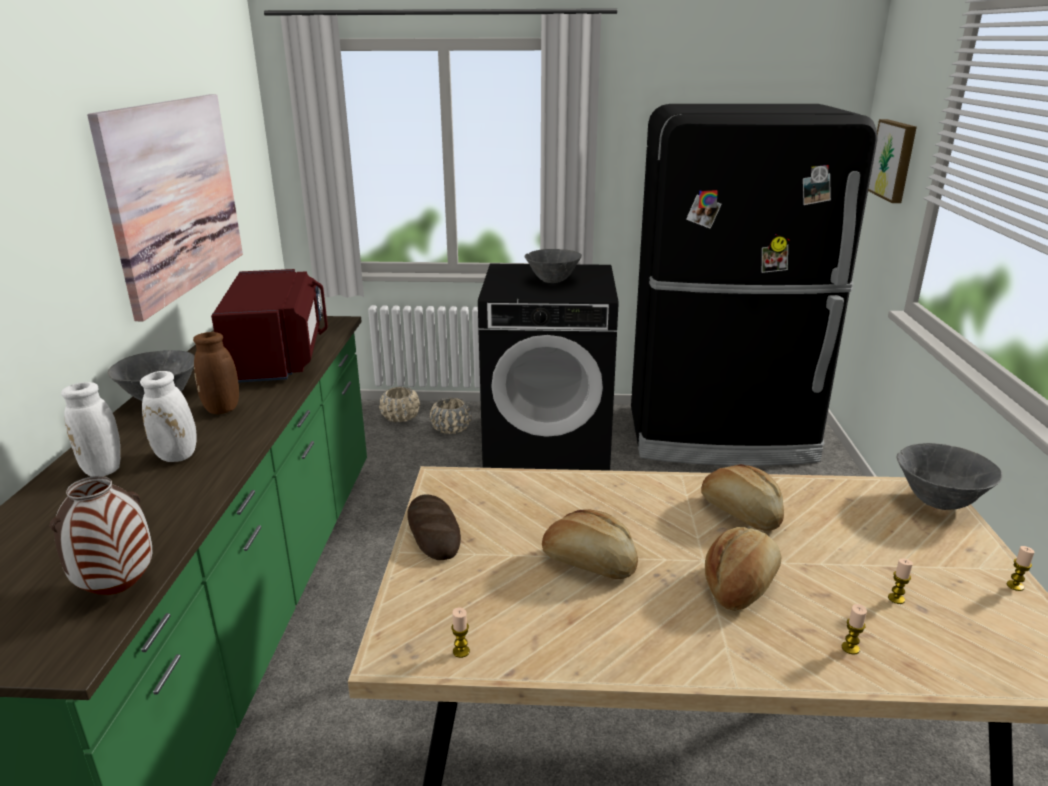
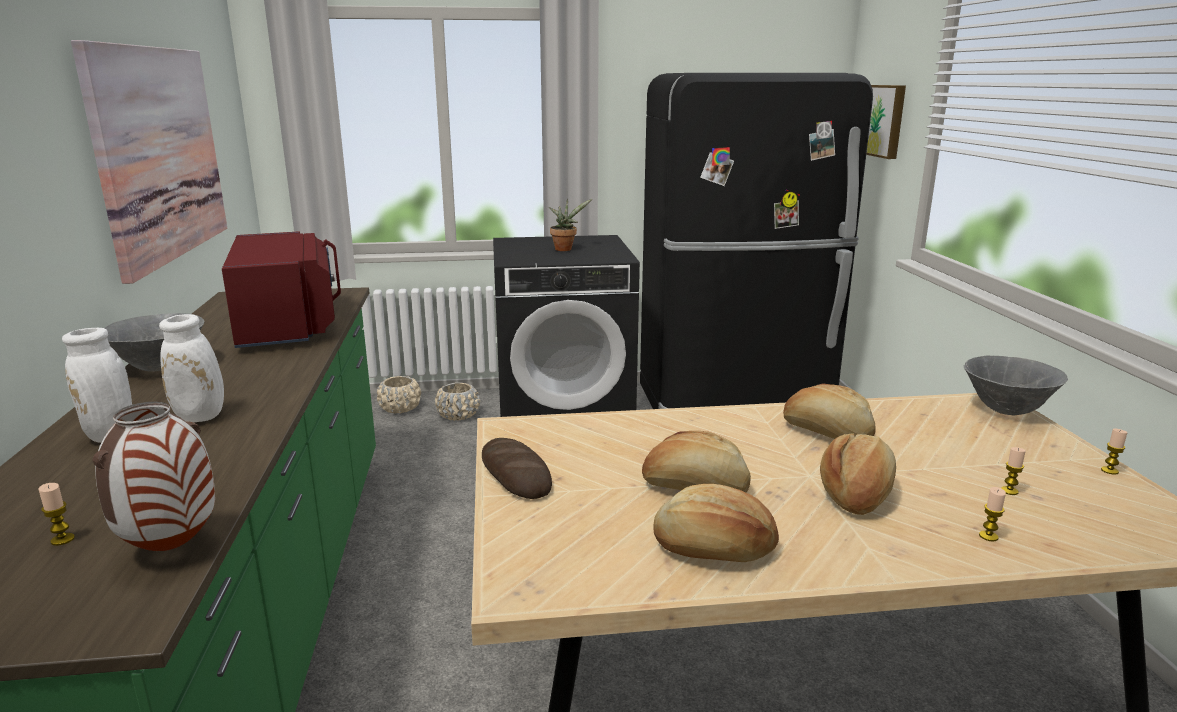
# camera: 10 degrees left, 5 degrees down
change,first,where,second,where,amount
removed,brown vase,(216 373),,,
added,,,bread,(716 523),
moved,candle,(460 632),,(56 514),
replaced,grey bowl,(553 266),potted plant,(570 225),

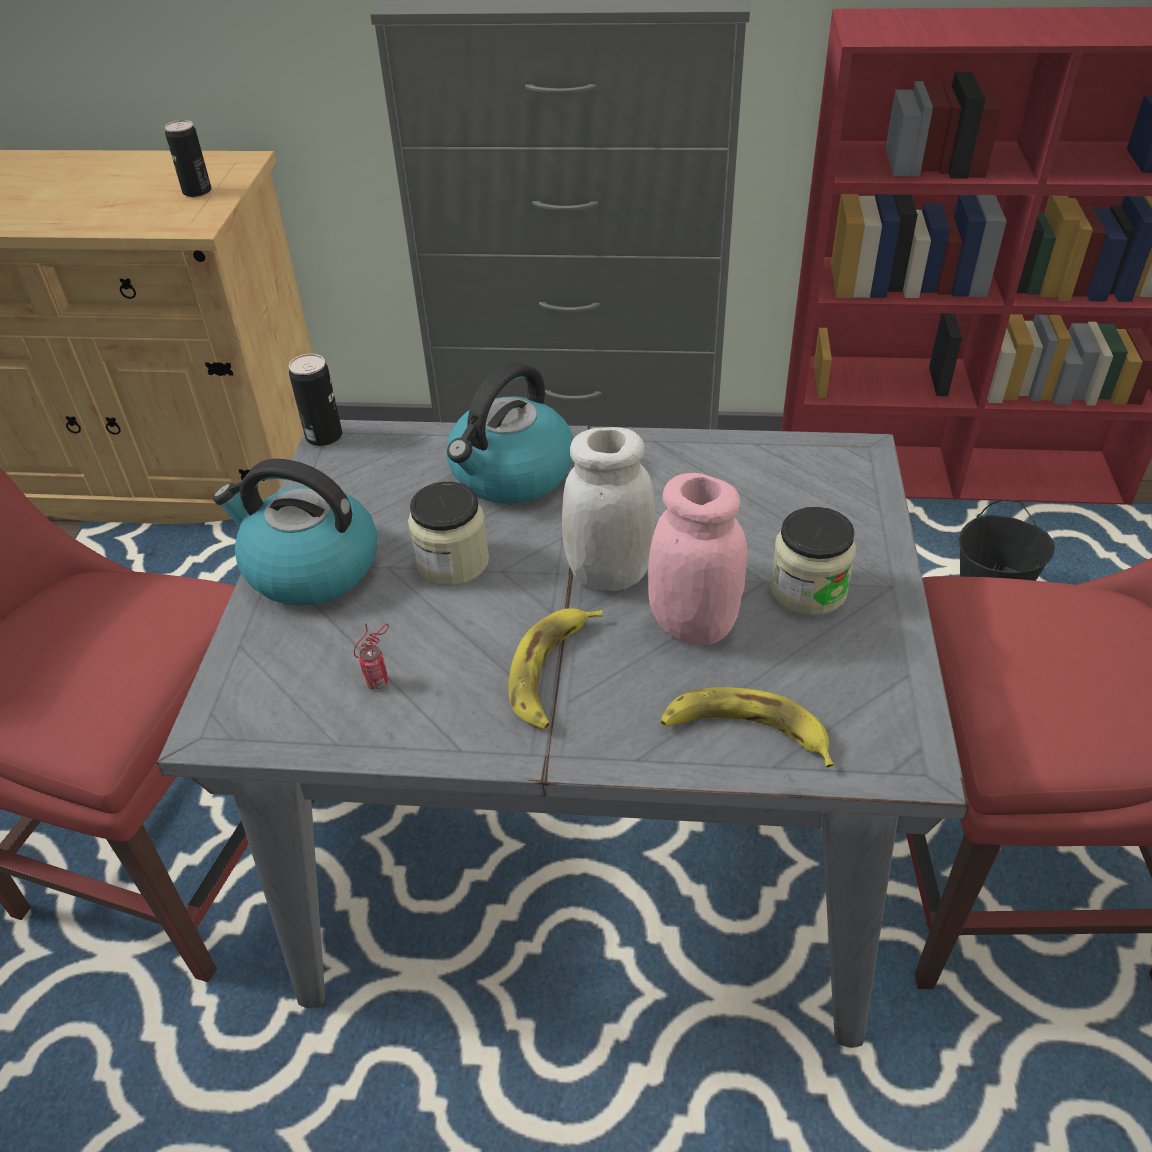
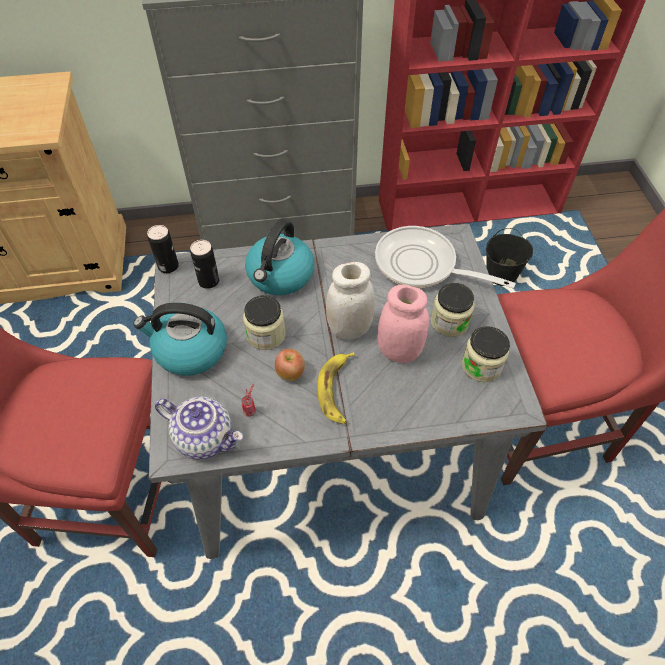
# camera: 15 degrees left, 10 degrees up
change,first,where,second,where,amount
removed,banana,(747 727),,,
added,,,teapot,(199 428),
added,,,apple,(290 365),
added,,,frying pan,(445 257),
added,,,jar,(486 354),
moved,can,(188 158),,(204 264),

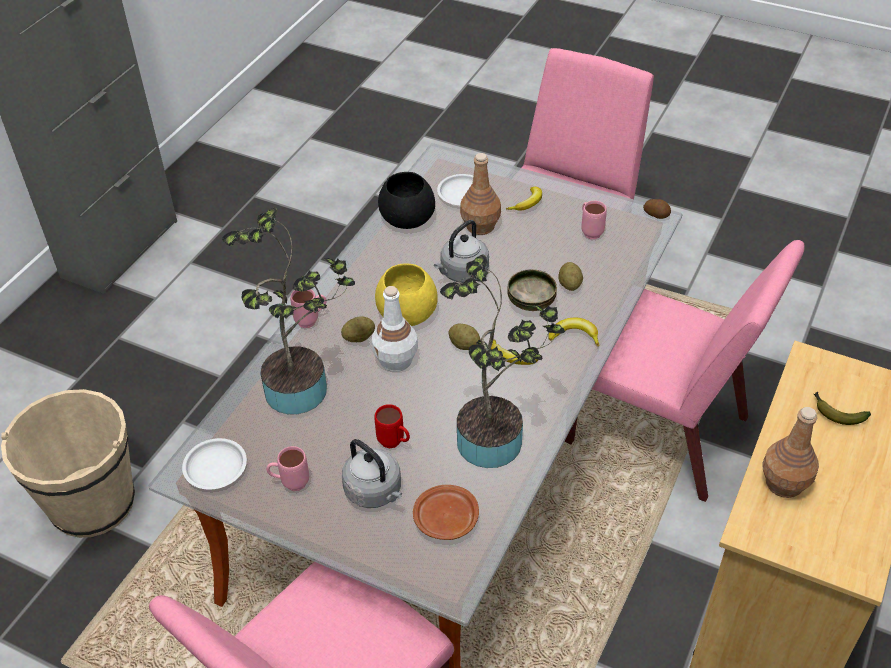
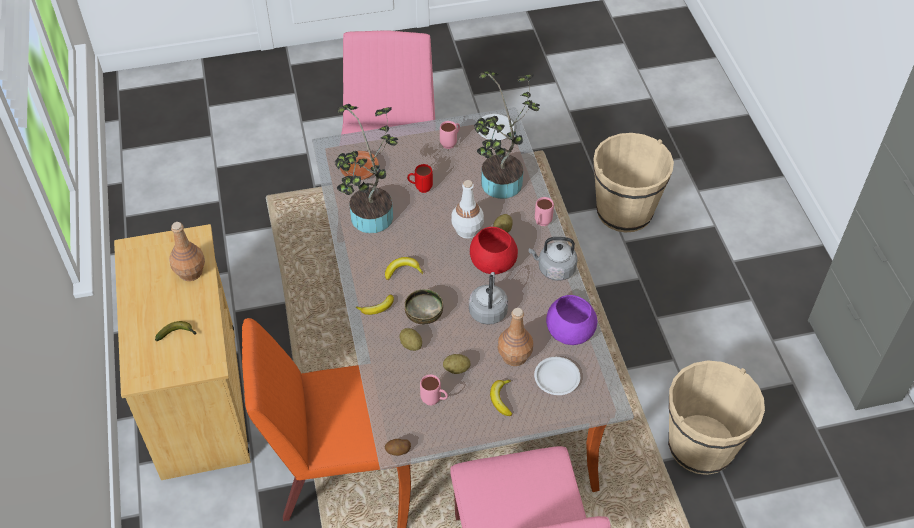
# camera: 140 degrees right, 5 degrees up
change,first,where,second,where,amount
added,,,beige bucket,(716 418),
moved,grey kettle,(372 473),,(553 259),
moved,potato,(464 337),,(457 364),
recoloured,yellow bowl,(406 294),red bowl,(494 250),
recoloured,black bowl,(406 200),purple bowl,(571 320),
recoloured,pink chair,(685 371),orange chair,(326 419),

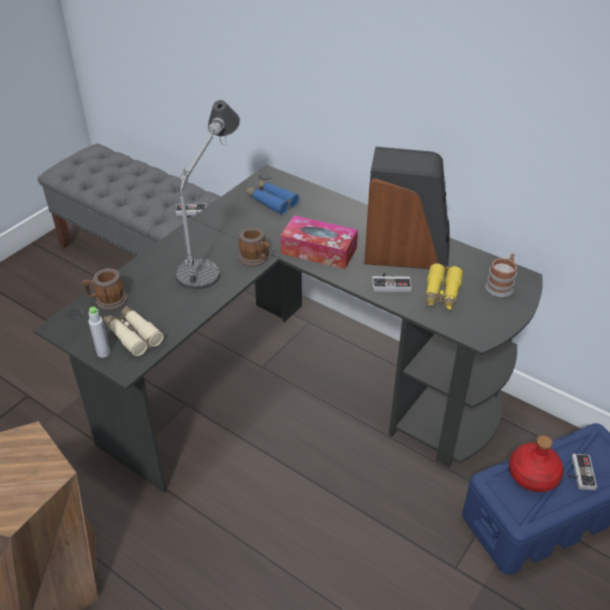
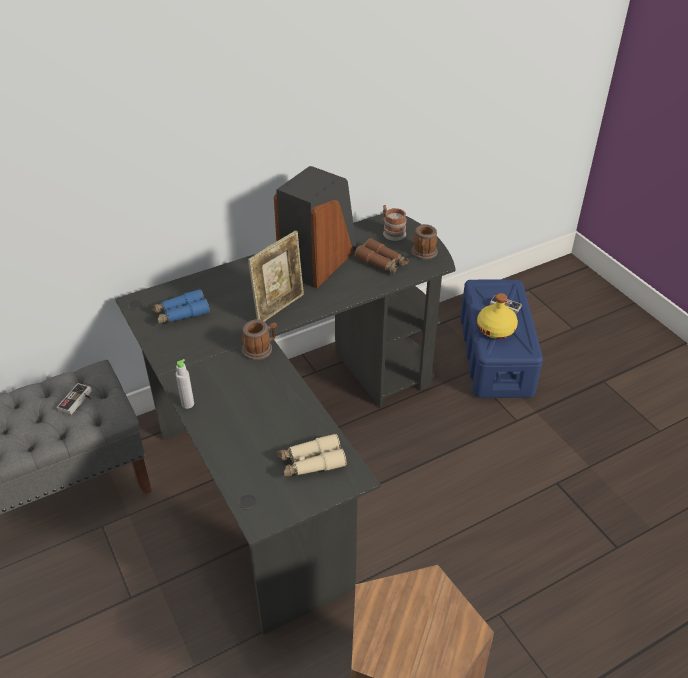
# camera: 65 degrees left, 0 degrees up
change,first,where,second,where,amount
removed,table lamp,(208 195),,,
removed,game controller,(392 282),,,
moved,mug,(105 289),,(424 242),
moved,grey bottle,(99 332),,(185 384),
replaced,tissue box,(319 242),picture frame,(276 276),
recoloured,yellow binoculars,(444 287),brown binoculars,(382 256),
recoloured,red bottle,(536 463),yellow bottle,(497 316),

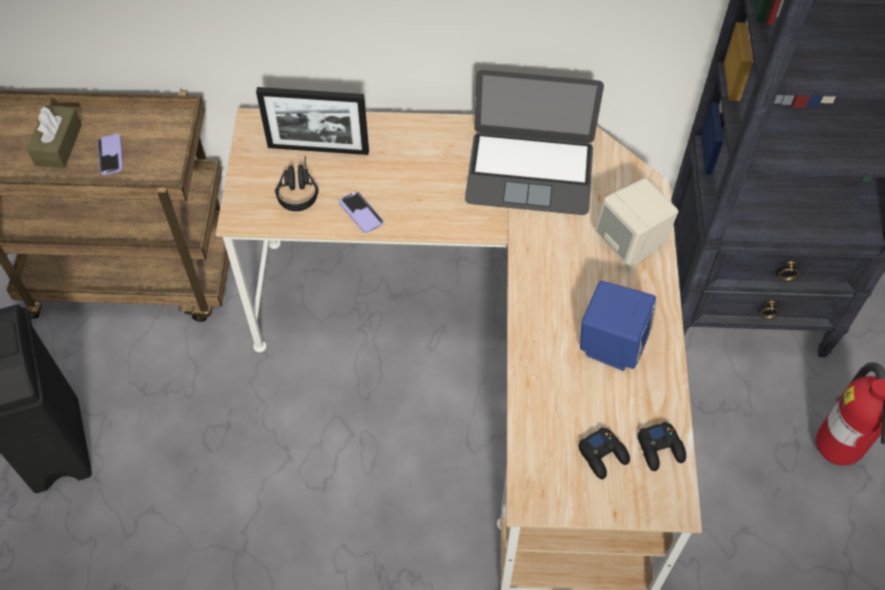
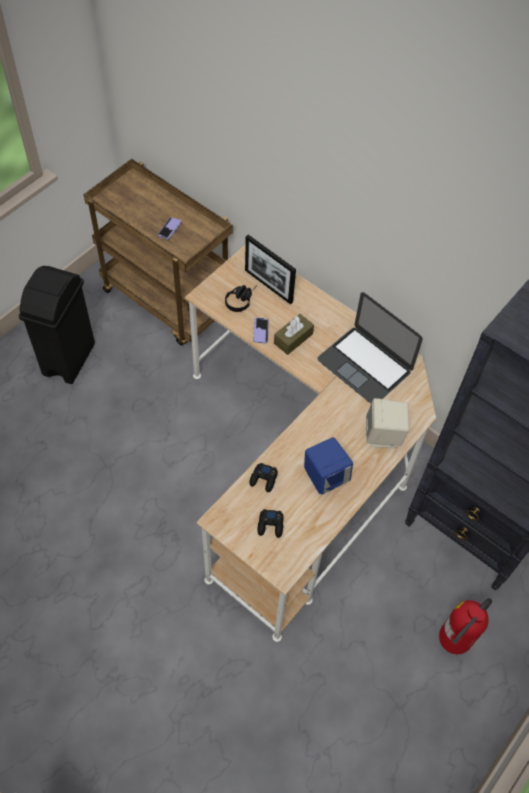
# camera: 35 degrees right, 0 degrees up
change,first,where,second,where,amount
moved,brown tissue box,(54 137),,(294 334),
moved,black game controller,(662 446),,(263 477),

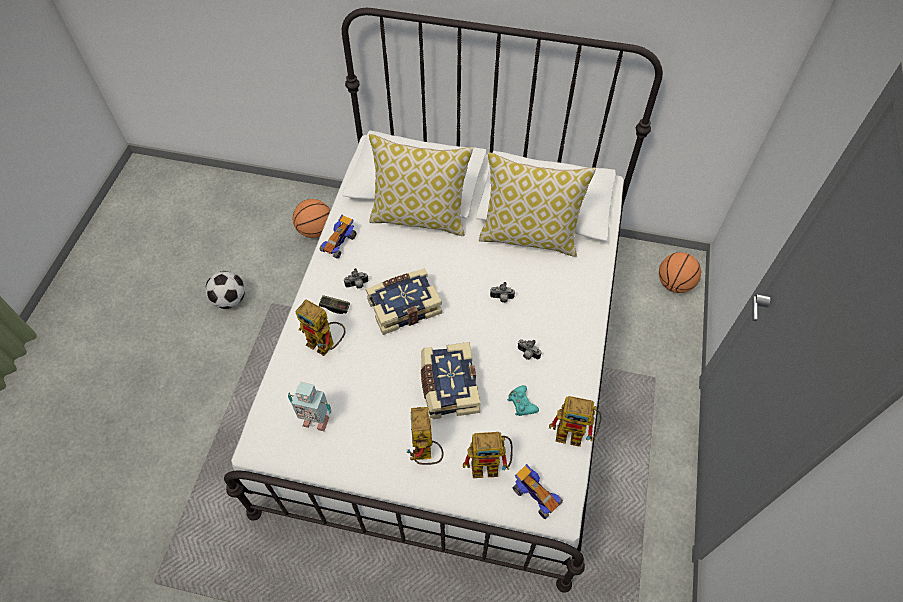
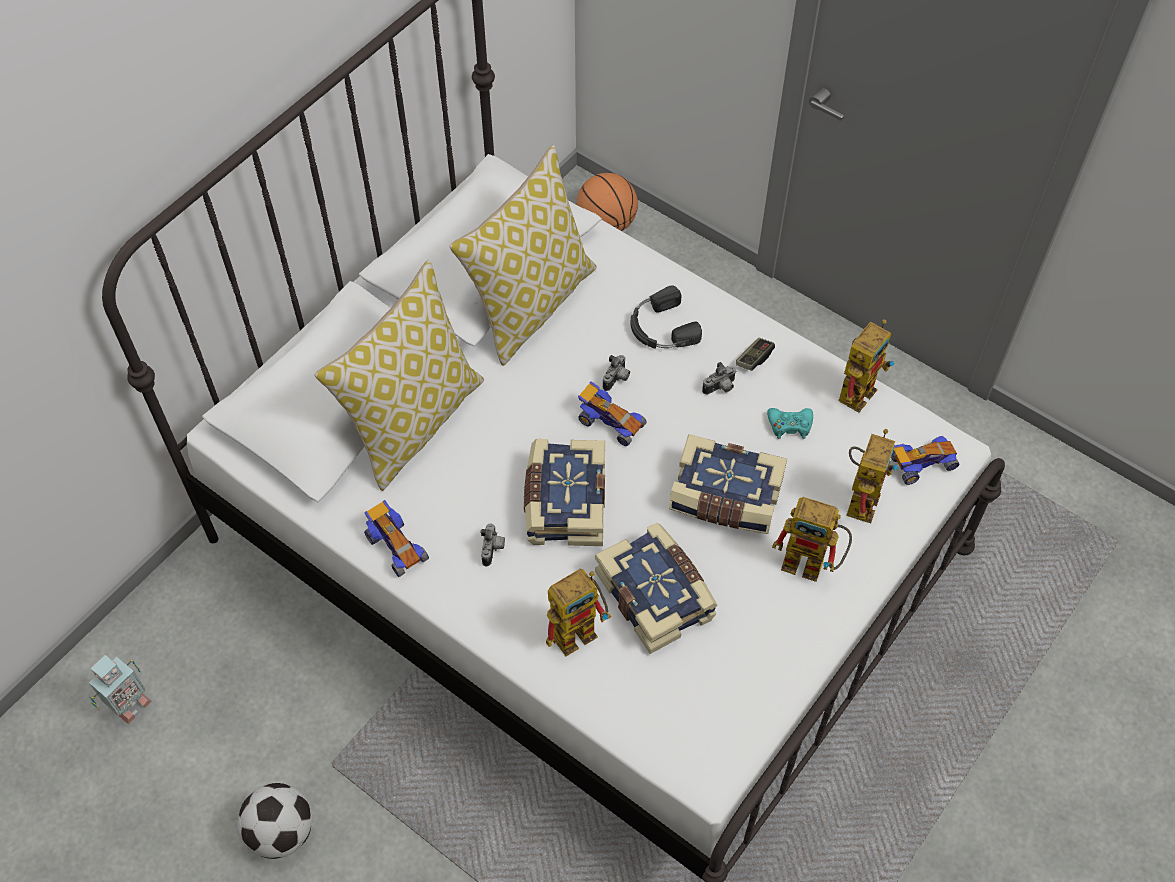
# camera: 65 degrees left, 0 degrees up
change,first,where,second,where,amount
removed,basketball,(312 218),,,
added,,,toy car,(612 413),
added,,,book,(656 588),
added,,,black headphones,(666 317),
moved,toy robot,(309 406),,(120 689),
moved,game controller,(334 304),,(755 354),

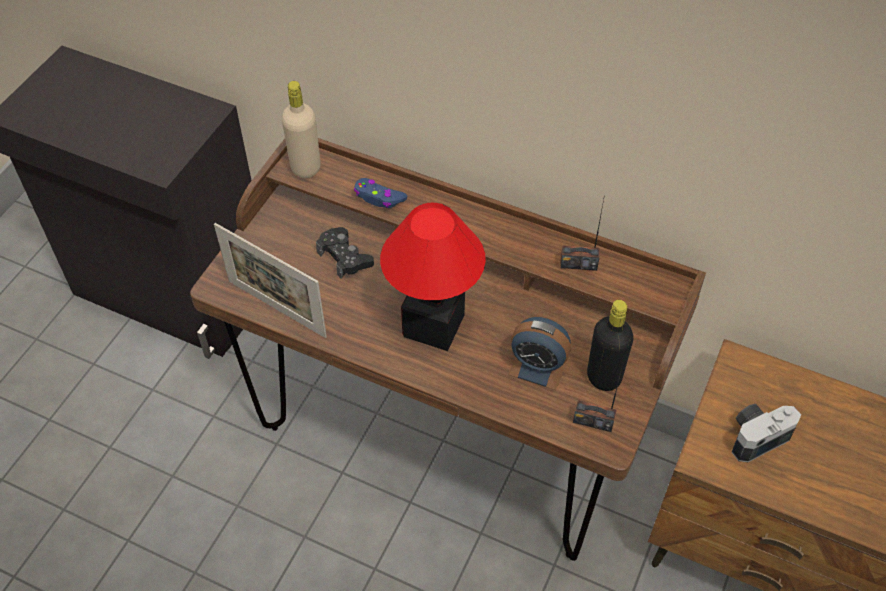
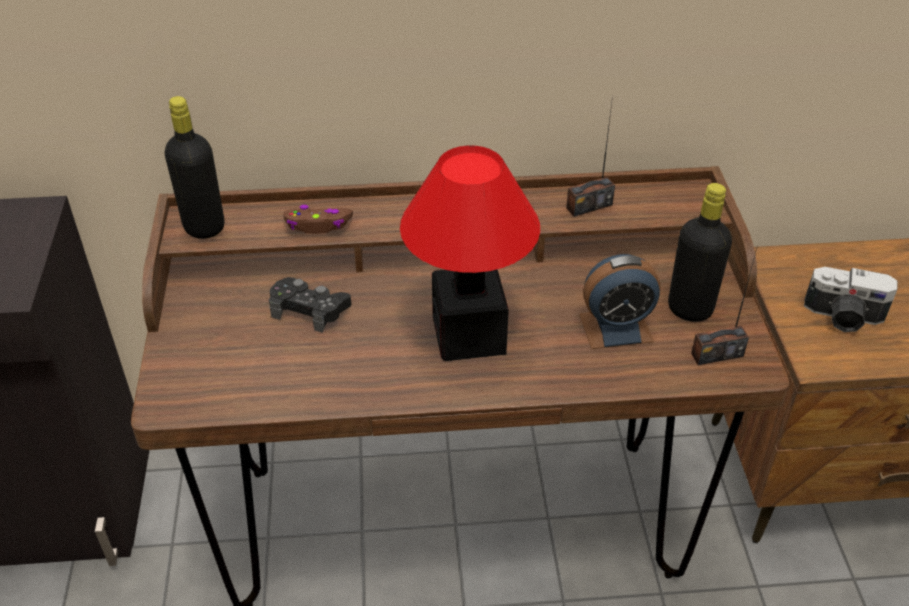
# camera: 30 degrees left, 10 degrees down
change,first,where,second,where,amount
removed,picture frame,(270 280),,,
recoloured,beige bottle,(301 129),black bottle,(194 167),
recoloured,blue game controller,(380 193),brown game controller,(318 219),
turned,photo camera,(766 433),,(851 299),105 degrees counterclockwise

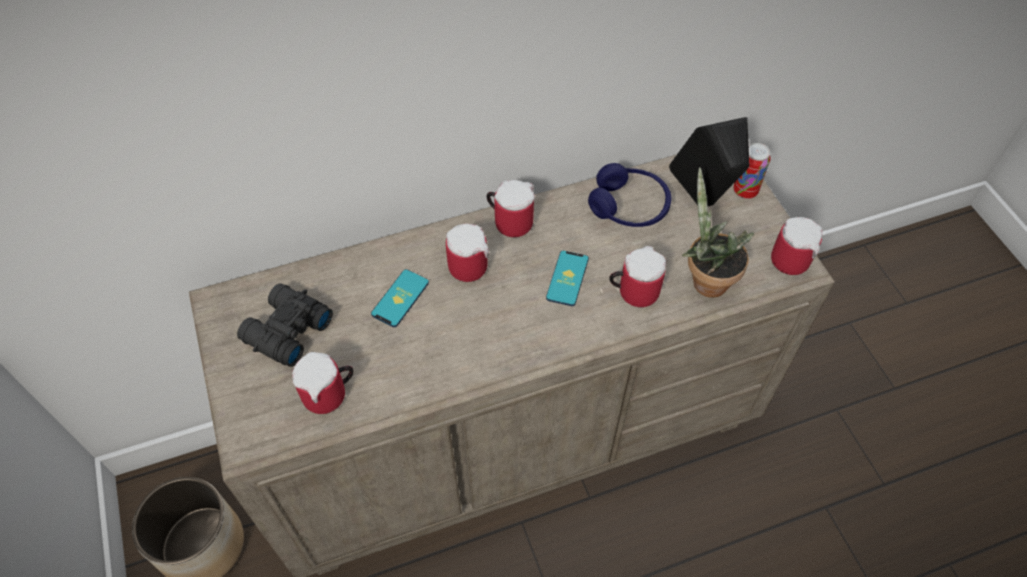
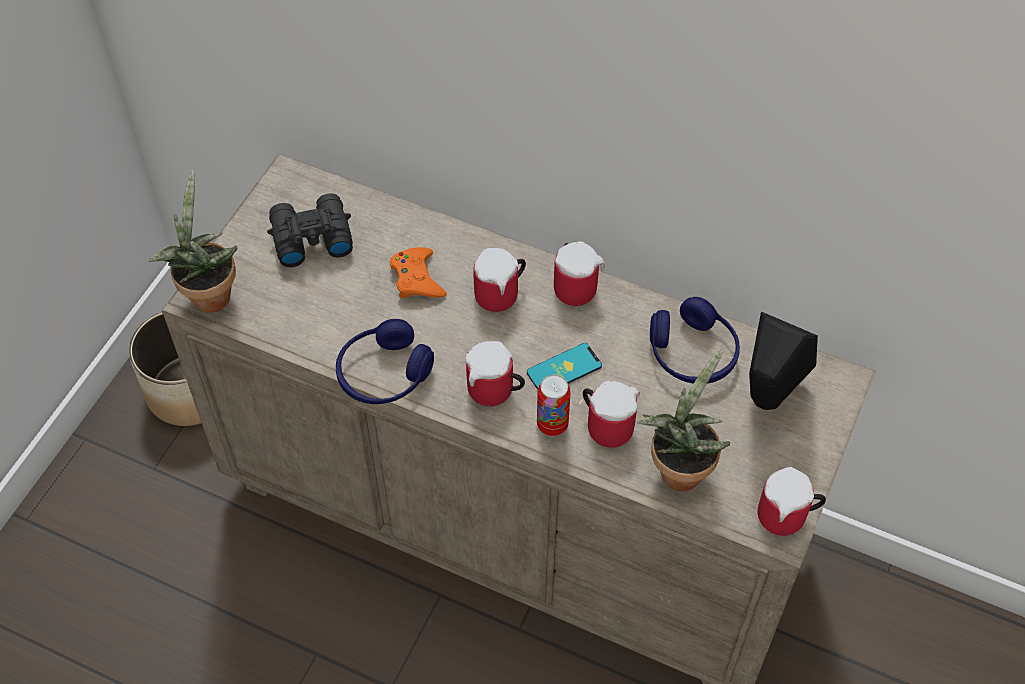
# camera: 45 degrees right, 0 degrees up
change,first,where,second,where,amount
added,,,potted plant,(193 241),
added,,,blue headphones,(385 361),
moved,mug,(323 383),,(495 373),
moved,can,(752 171),,(554 405),
replaced,phone,(400 298),orange game controller,(418 272),

